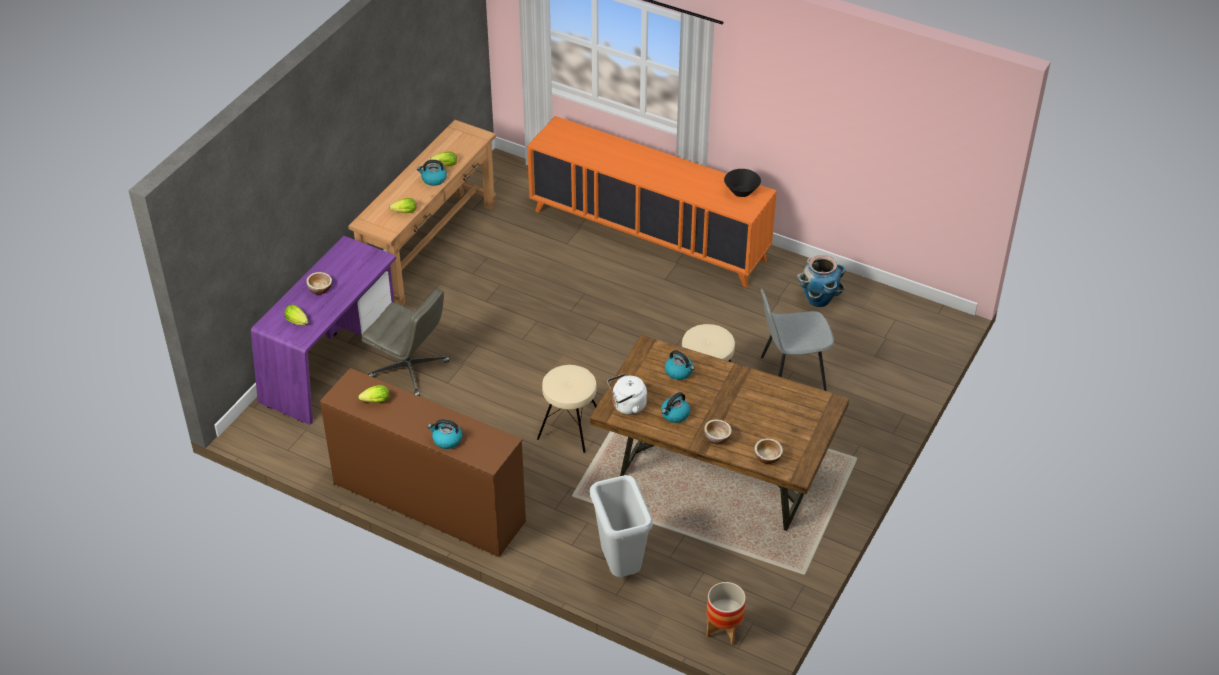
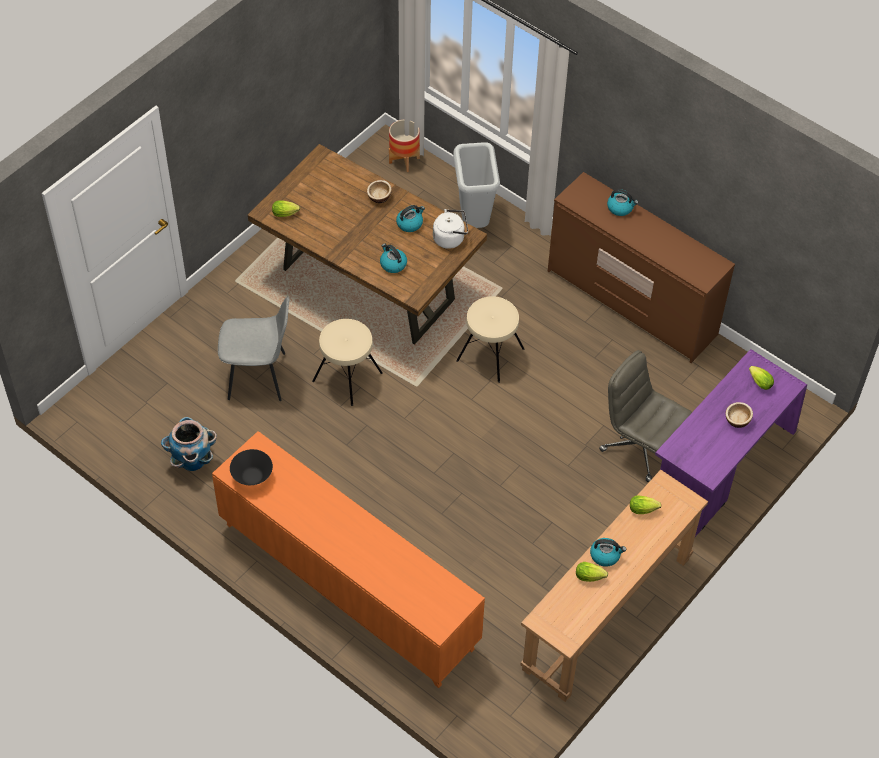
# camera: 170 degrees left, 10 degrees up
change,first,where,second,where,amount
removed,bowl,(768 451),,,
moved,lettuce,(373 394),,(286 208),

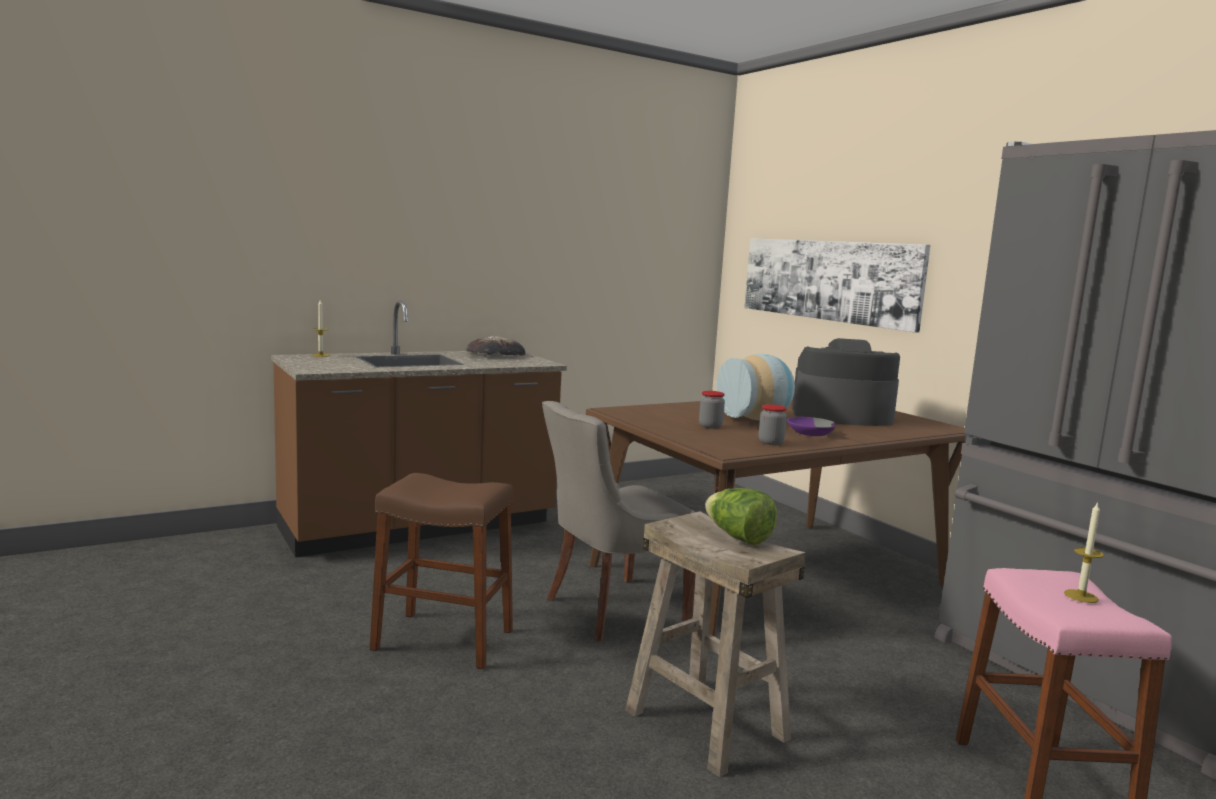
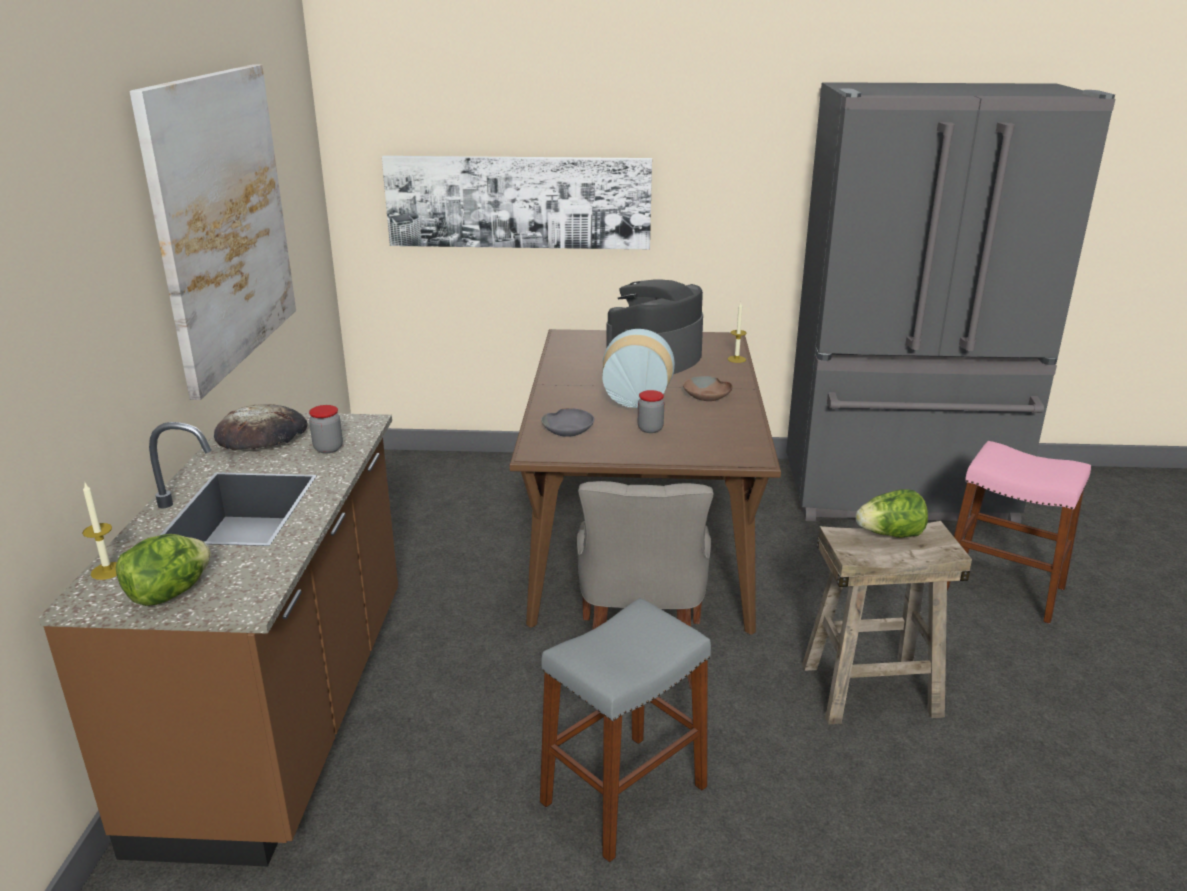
# camera: 55 degrees left, 15 degrees up
change,first,where,second,where,amount
added,,,lettuce,(163 570),
added,,,picture,(213 232),
added,,,grey bowl,(567 422),
moved,jar,(773 424),,(326 429),
moved,candle,(1084 552),,(737 333),
recoloured,brown stool,(441 571),grey stool,(625 730),
recoloured,purple bowl,(811 426),brown bowl,(708 388),

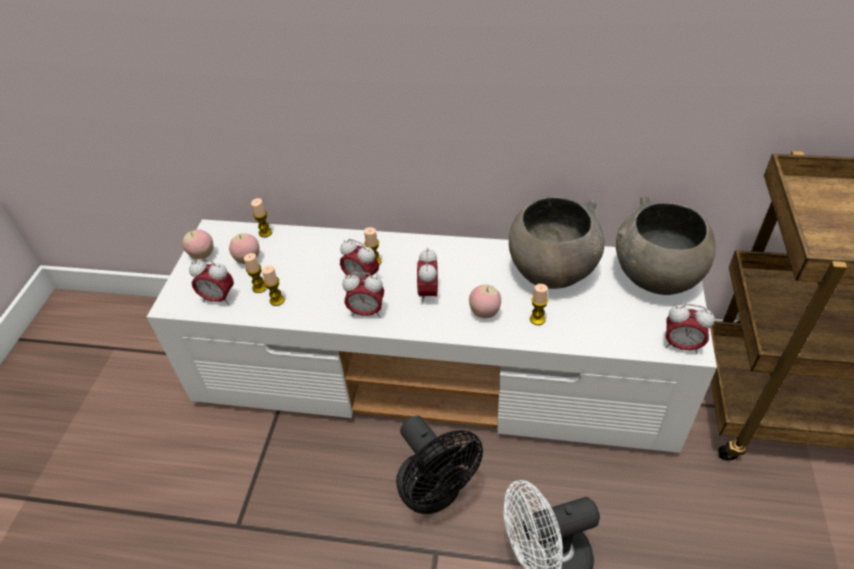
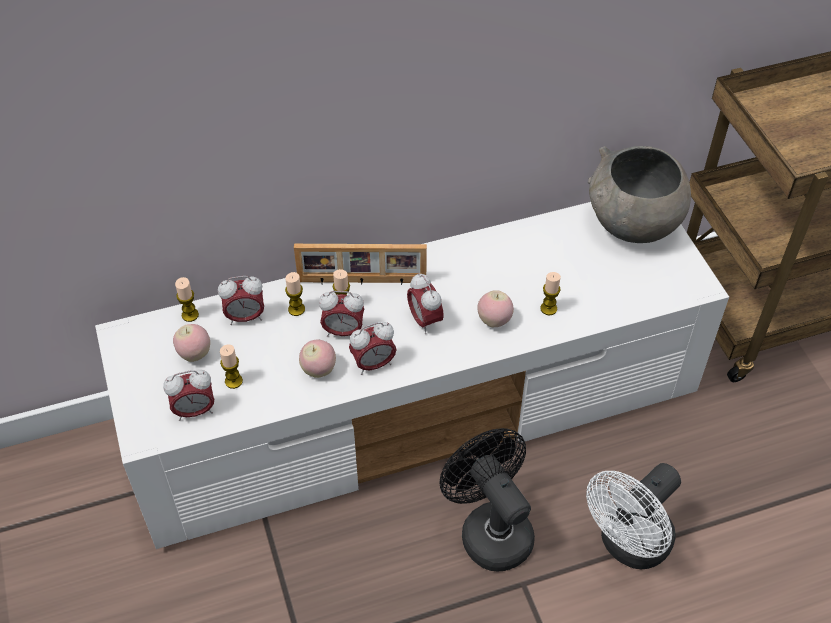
# camera: 30 degrees left, 5 degrees up
change,first,where,second,where,amount
removed,grey bowl,(556 242),,,
added,,,picture frame,(360 264),
moved,apple,(198 244),,(317 359),
moved,candle,(273 286),,(295 294),
moved,alarm clock,(690 329),,(241 300),
turned,black fan,(439 465),,(487 499),150 degrees counterclockwise

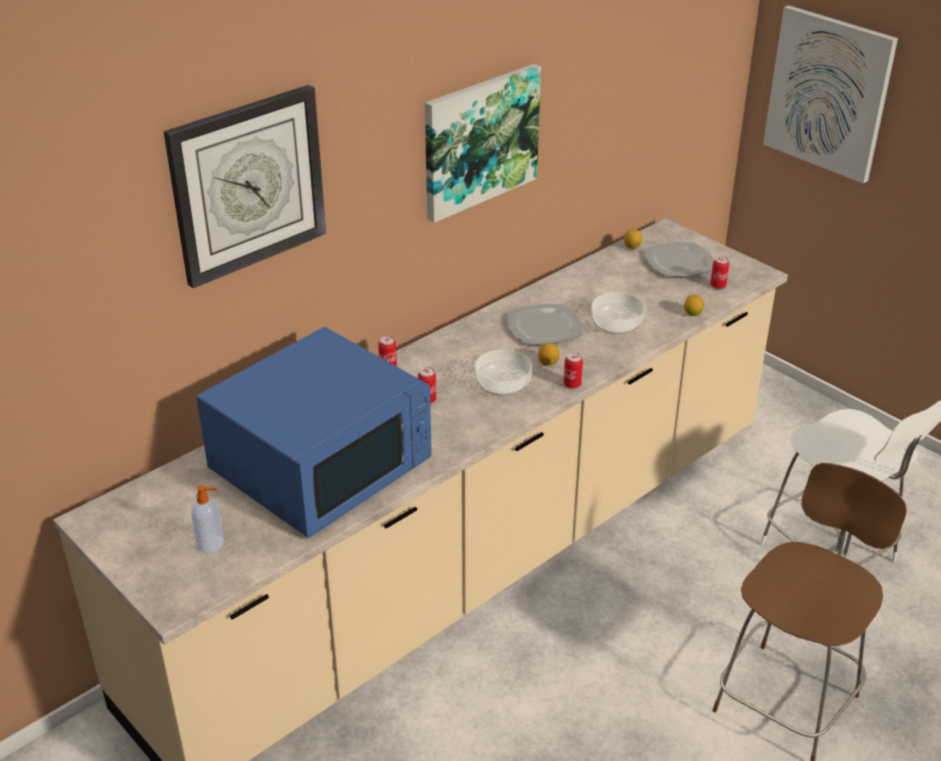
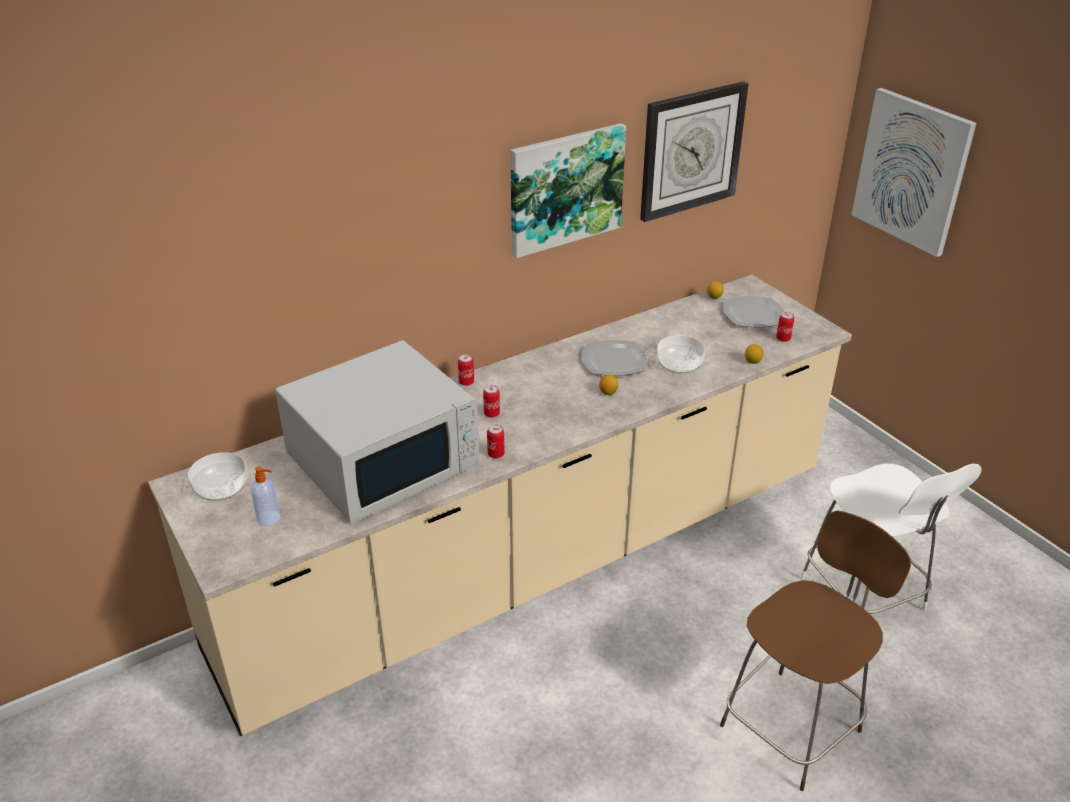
# camera: 10 degrees right, 0 degrees up
change,first,where,second,where,amount
moved,wall clock,(244 186),,(694 151),
moved,bowl,(503 373),,(218 476),
moved,can,(573 371),,(496 441),
recoloured,blue microwave,(314 432),white microwave,(377 432),

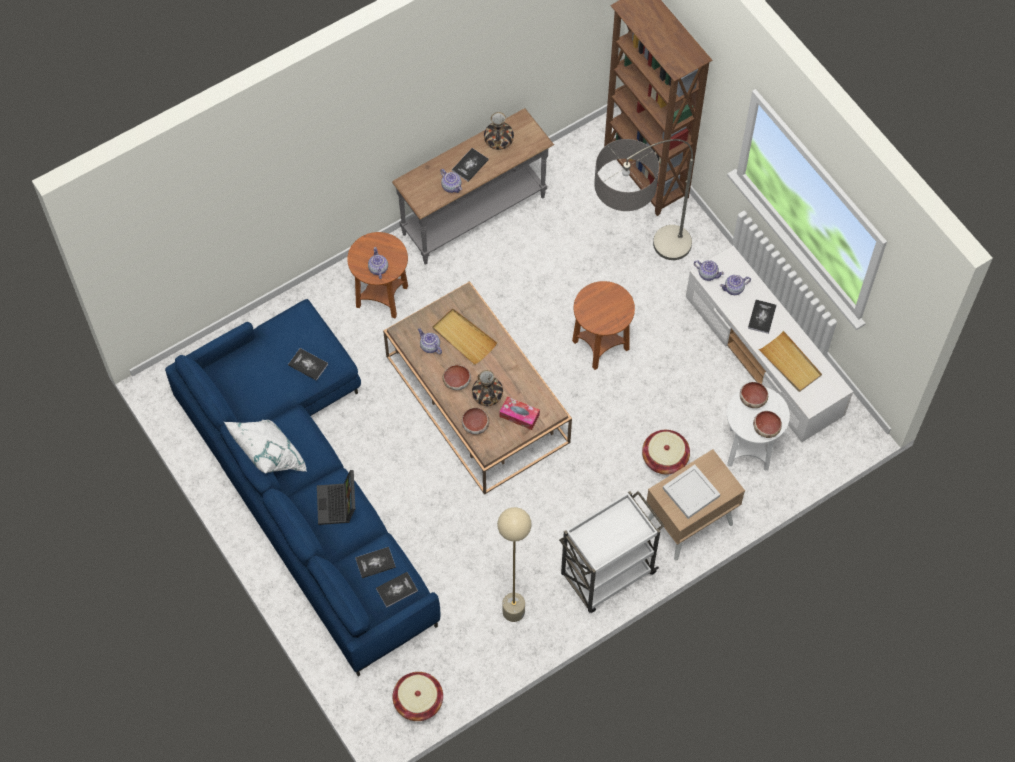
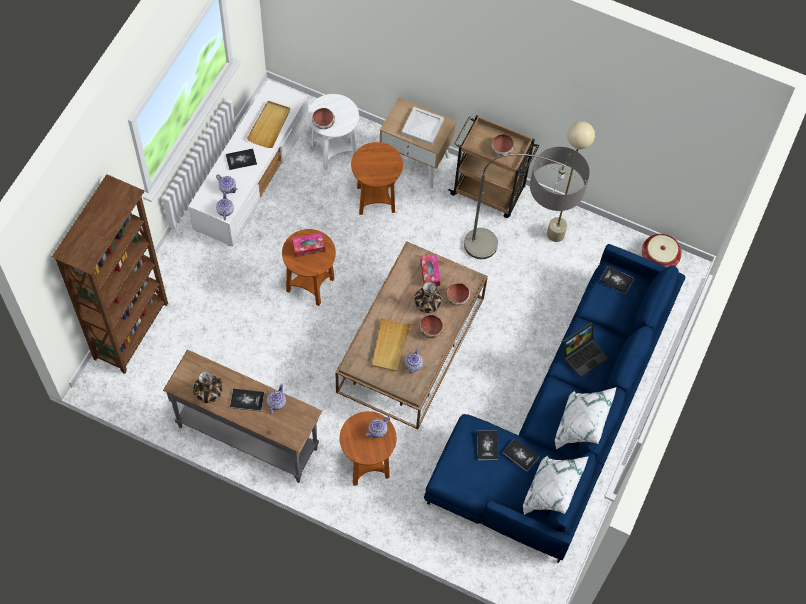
# camera: 125 degrees left, 0 degrees up
change,first,where,second,where,amount
added,,,tissue box,(309 245),
added,,,white pillow,(556 485),
moved,book,(375 562),,(521 455),
moved,floor lamp,(643 199),,(527 203),
moved,bowl,(767 424),,(503 145),
replaced,basket,(666 452),brown side table,(377 178),
recoloured,white cart,(611 552),brown cart,(493 166),

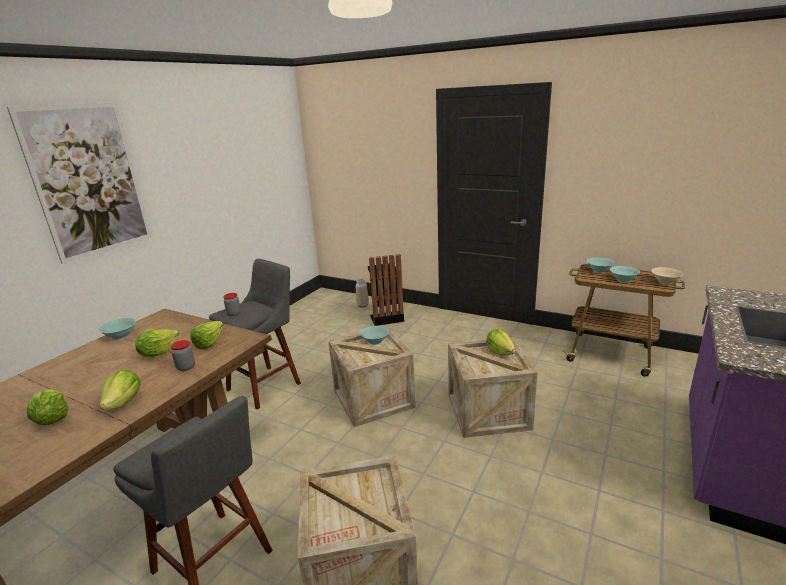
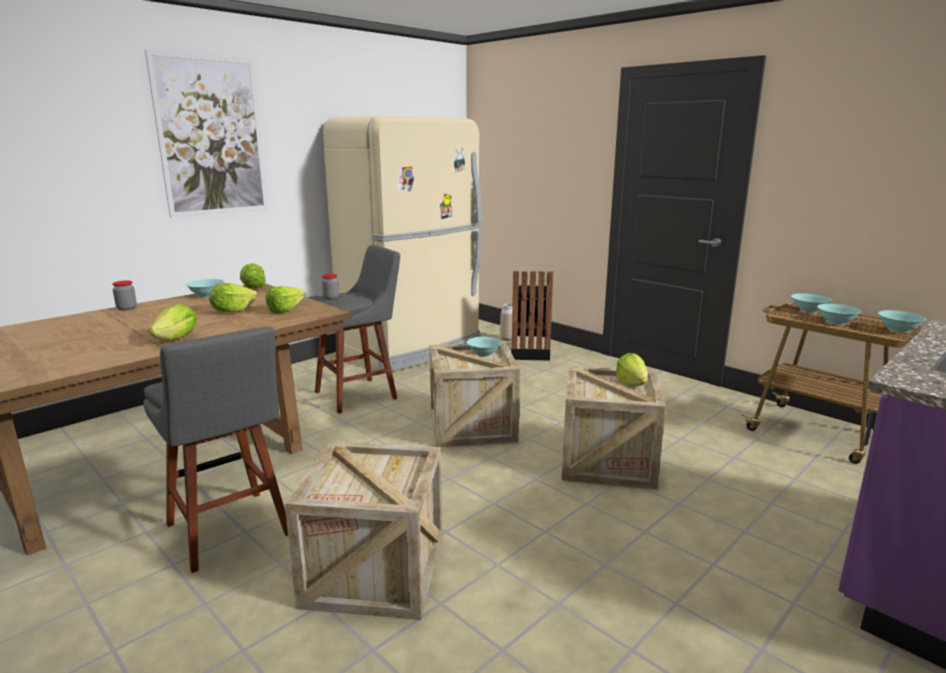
# camera: 15 degrees right, 5 degrees down
change,first,where,second,where,amount
added,,,beige fridge,(402 243),
moved,lettuce,(48 407),,(253 275),
moved,jar,(183 355),,(124 295),
recoloured,beige bowl,(667 275),turquoise bowl,(902 321),

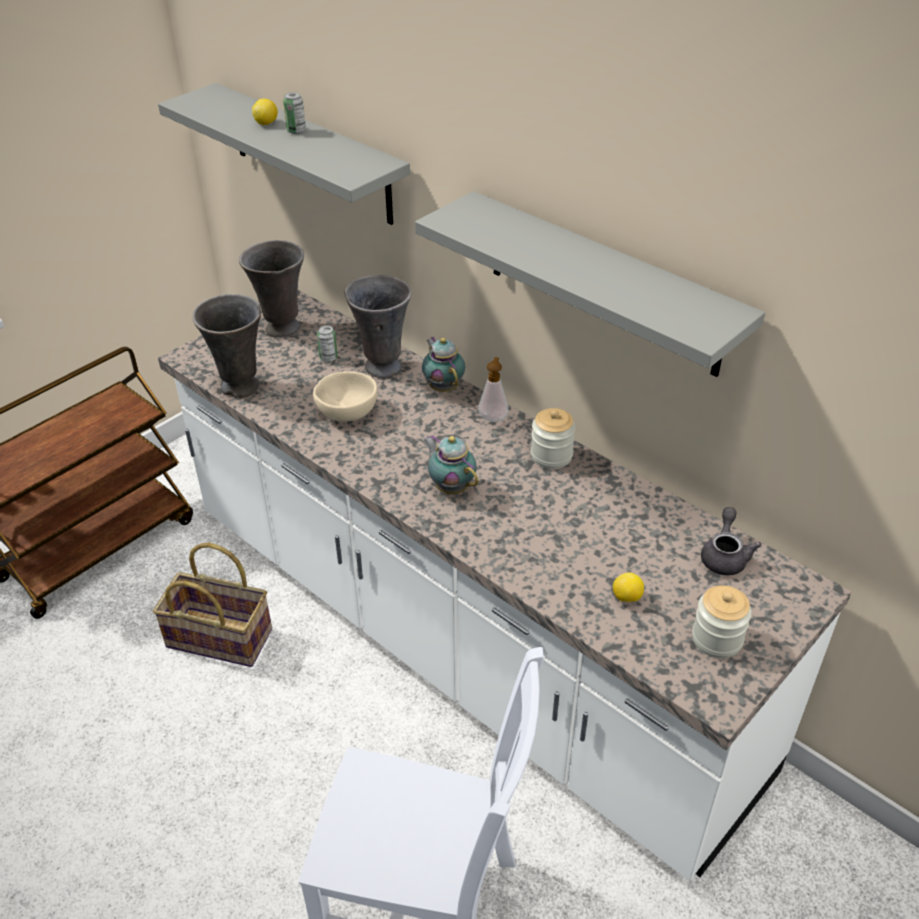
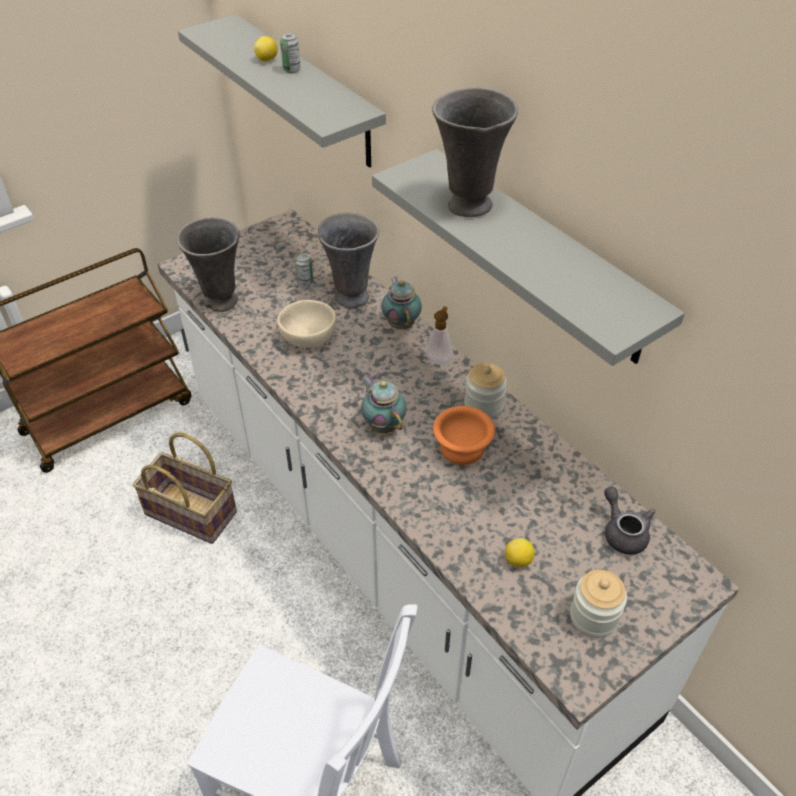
# camera: 10 degrees right, 5 degrees up
change,first,where,second,where,amount
added,,,orange bowl,(464 435),
moved,grey vase,(271 289),,(475 152),
turned,grey teapot,(731 541),,(629 521),45 degrees counterclockwise

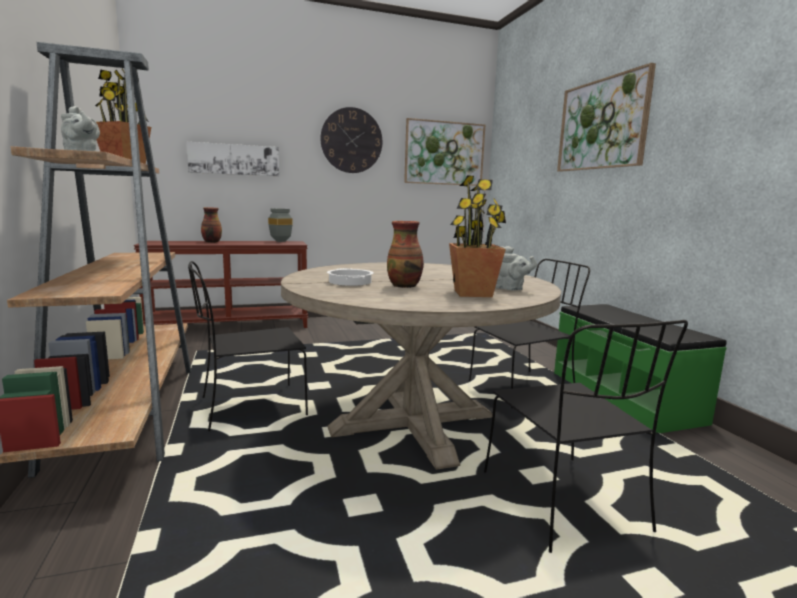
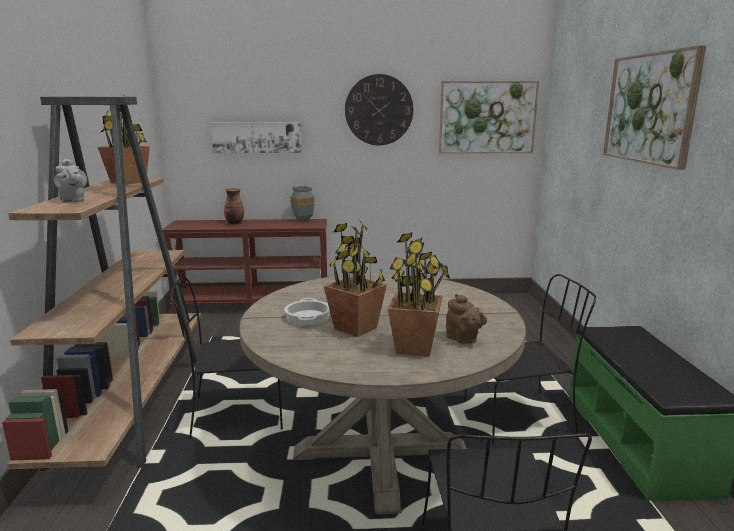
# camera: 15 degrees right, 5 degrees up
change,first,where,second,where,amount
replaced,vase,(405 254),potted plant,(355 278),
recoloured,grey teapot,(516 268),brown teapot,(466 319),

